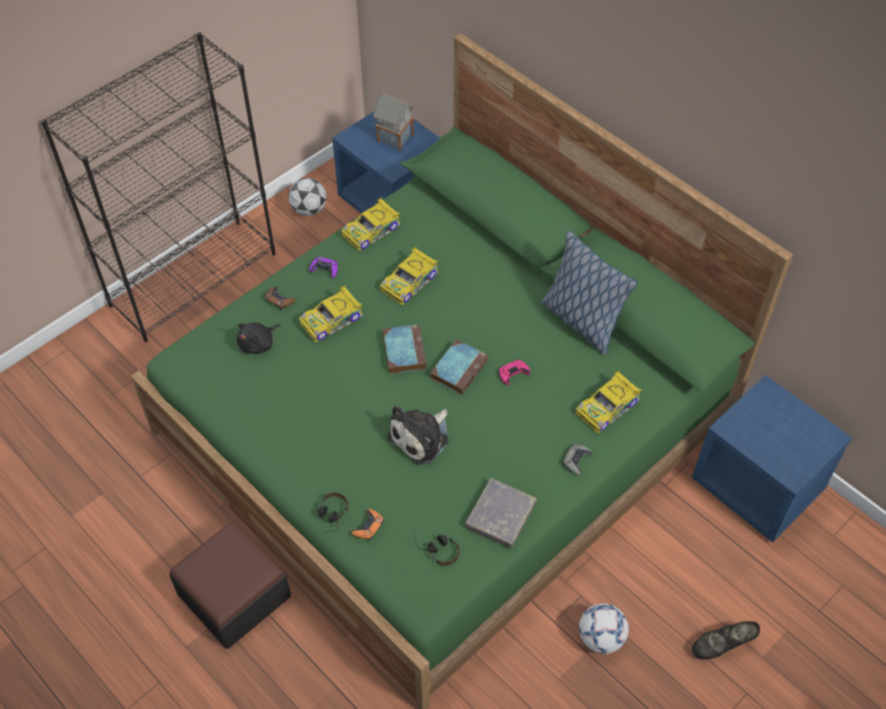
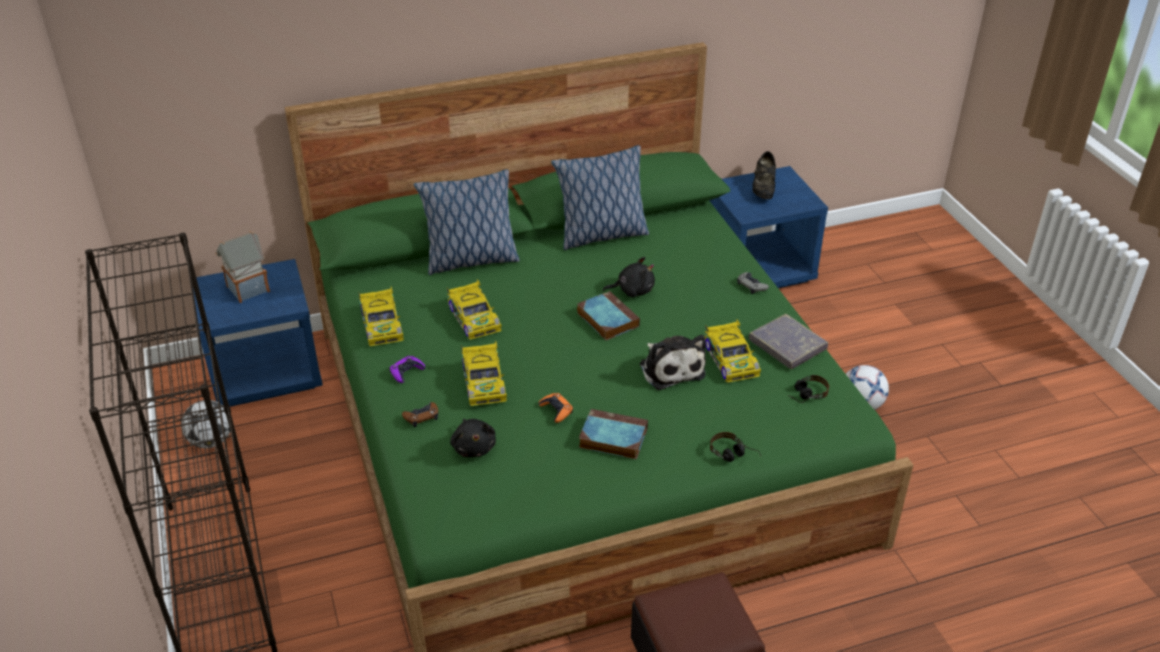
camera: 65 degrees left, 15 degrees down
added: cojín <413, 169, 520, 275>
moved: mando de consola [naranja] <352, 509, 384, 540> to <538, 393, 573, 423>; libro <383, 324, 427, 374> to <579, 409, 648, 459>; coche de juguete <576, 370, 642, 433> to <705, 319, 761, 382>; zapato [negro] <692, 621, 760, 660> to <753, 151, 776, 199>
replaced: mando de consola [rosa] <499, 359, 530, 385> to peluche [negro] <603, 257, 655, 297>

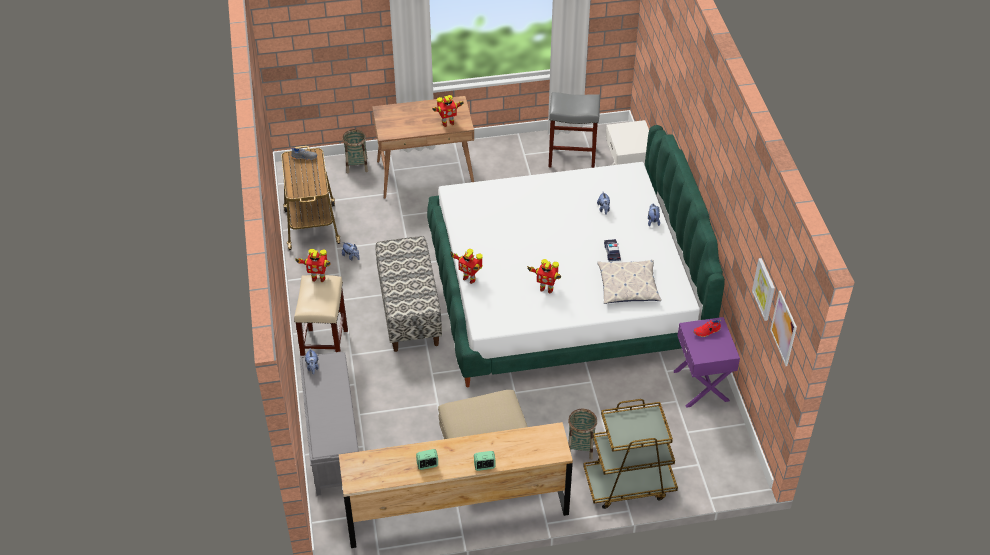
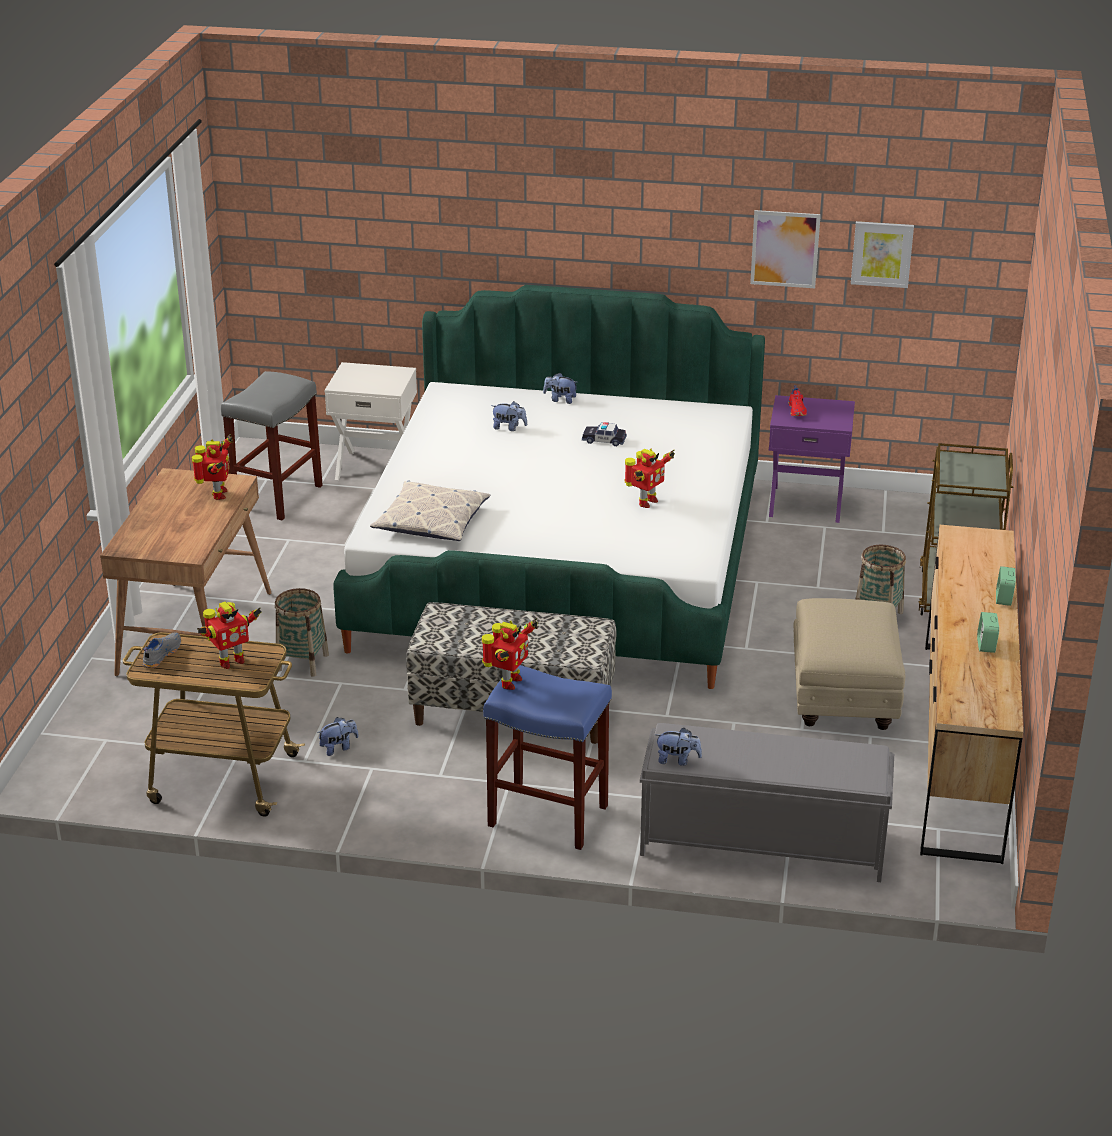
camera: 70 degrees left, 15 degrees down
moved: cesta <342, 129, 368, 173> to <275, 588, 329, 677>; robot de juguete <450, 249, 483, 284> to <197, 602, 261, 669>; cojín <597, 260, 661, 304> to <370, 480, 490, 541>; cuadro <770, 291, 797, 366> to <750, 210, 821, 288>
recoloured: taburete [beis] <294, 275, 348, 356> to taburete [azul] <483, 665, 612, 850>

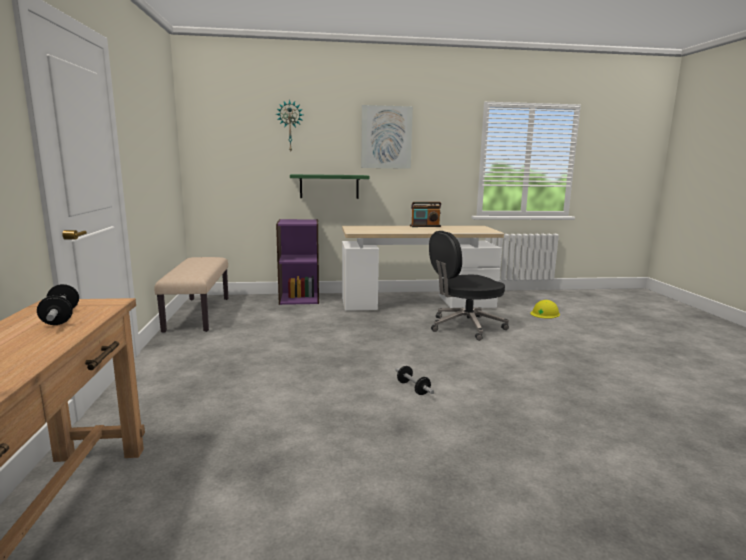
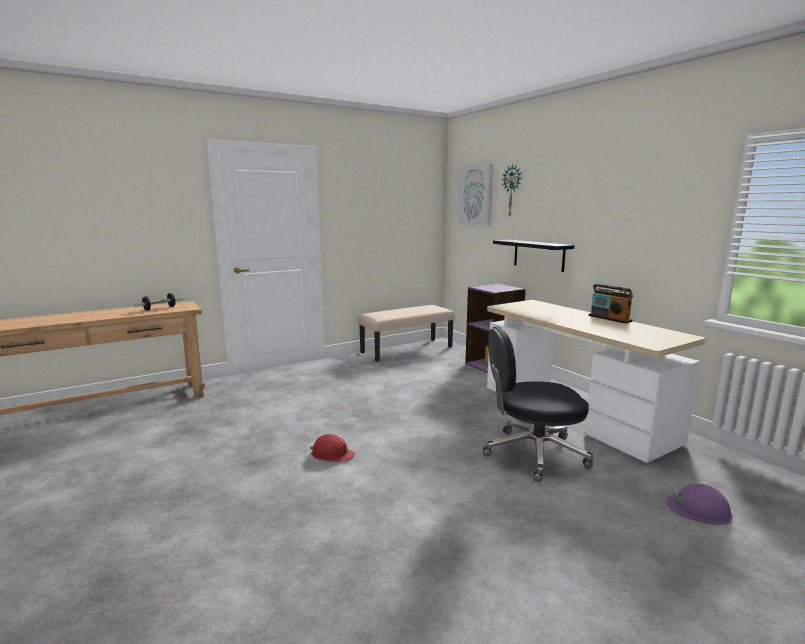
camera: 65 degrees right, 0 degrees up
moved: cuadro <361, 105, 413, 169> to <457, 163, 493, 226>
replaced: mancuerna <395, 366, 434, 395> to casco [rojo] <310, 434, 355, 462>
recoloured: estante [verde] <290, 174, 370, 199> to estante [negro] <493, 240, 575, 272>; casco [amarillo] <530, 300, 560, 319> to casco [morado] <666, 484, 733, 525>
turned: silla de oficina [negro] <429, 231, 509, 341> = <483, 326, 593, 482> 45 degrees counterclockwise

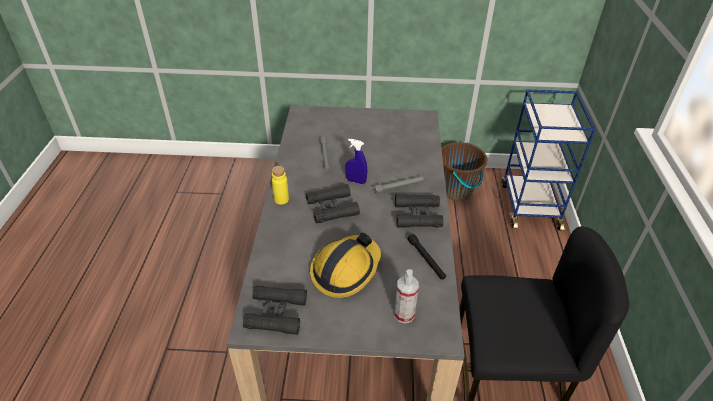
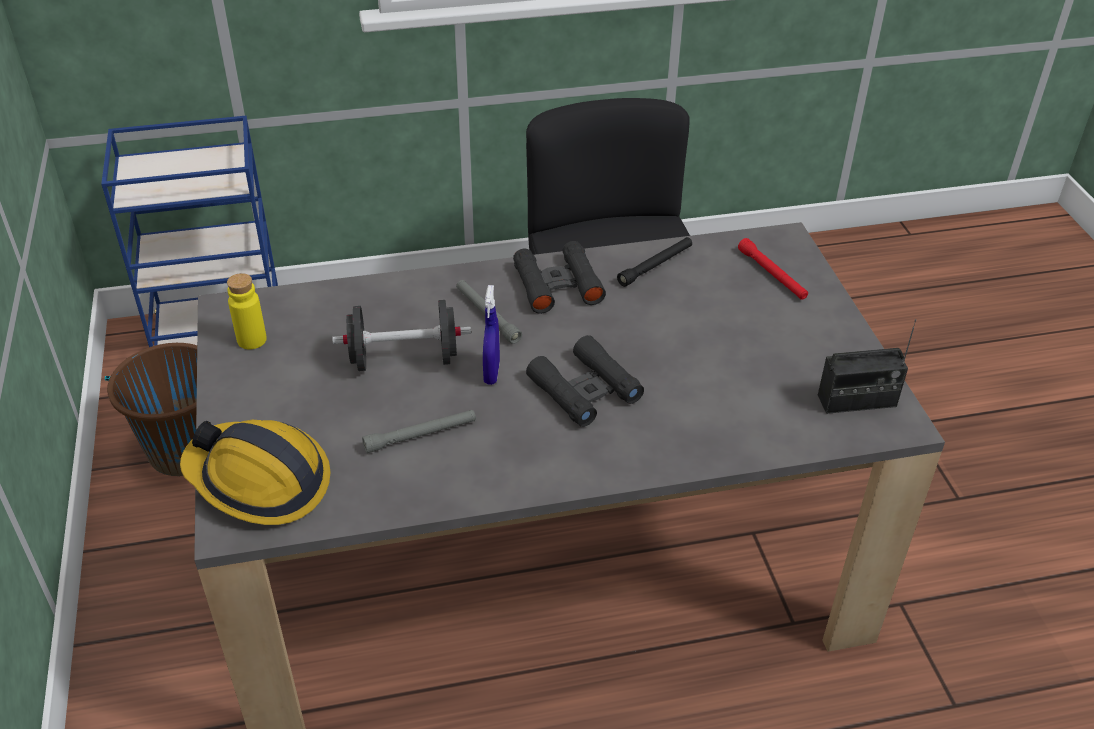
camera: 105 degrees left, 0 degrees up
added: mancuerna [negro] <332, 300, 471, 371>
moved: botella [amarillo] <272, 166, 289, 205> to <227, 273, 267, 349>; casco <310, 233, 381, 298> to <180, 420, 331, 525>
replaced: prismáticos [negro] <243, 285, 307, 335> to radio <818, 319, 916, 414>; pulverizador <395, 269, 419, 324> to linterna [rojo] <738, 238, 808, 300>

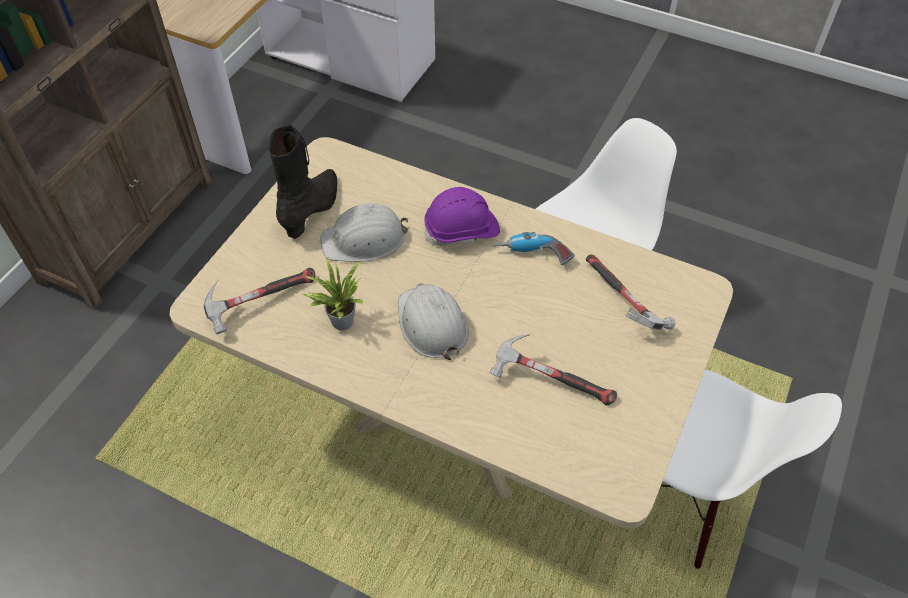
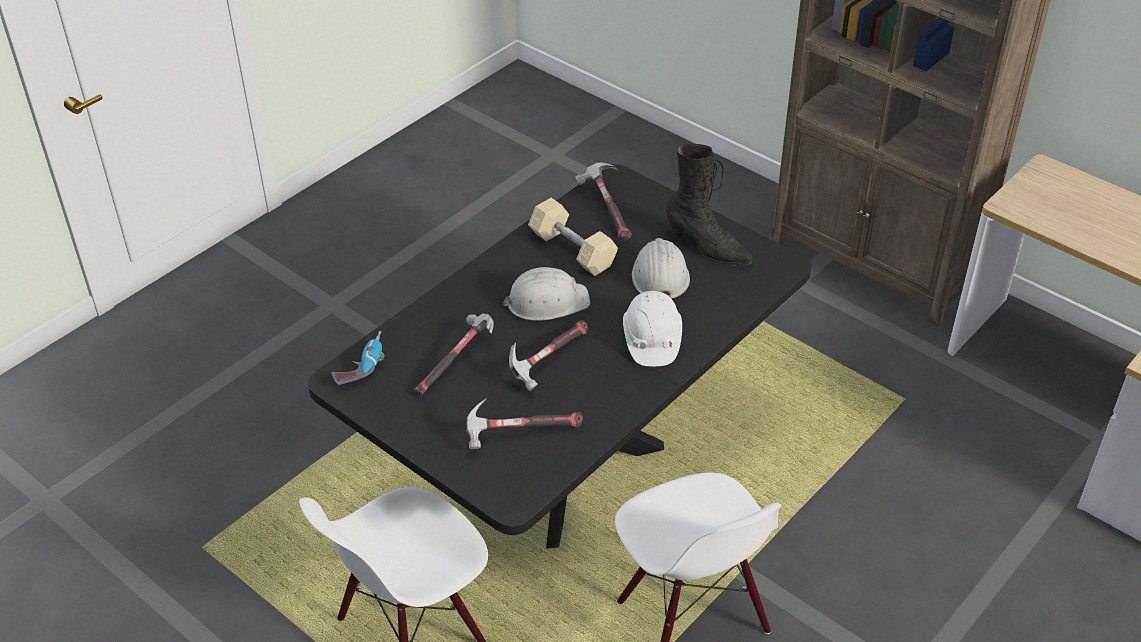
camera: 105 degrees right, 10 degrees down
added: martillo <509, 320, 588, 391>
moved: taladro <493, 232, 575, 265> to <331, 331, 385, 385>
replaced: planta en maceta <303, 258, 364, 330> to mancuerna [beis] <528, 198, 618, 276>
recoloured: mesa de comedor [beis] <169, 137, 733, 529> to mesa de comedor [negro] <307, 164, 811, 549>; casco [morado] <424, 187, 500, 246> to casco [blanco] <623, 291, 682, 366>

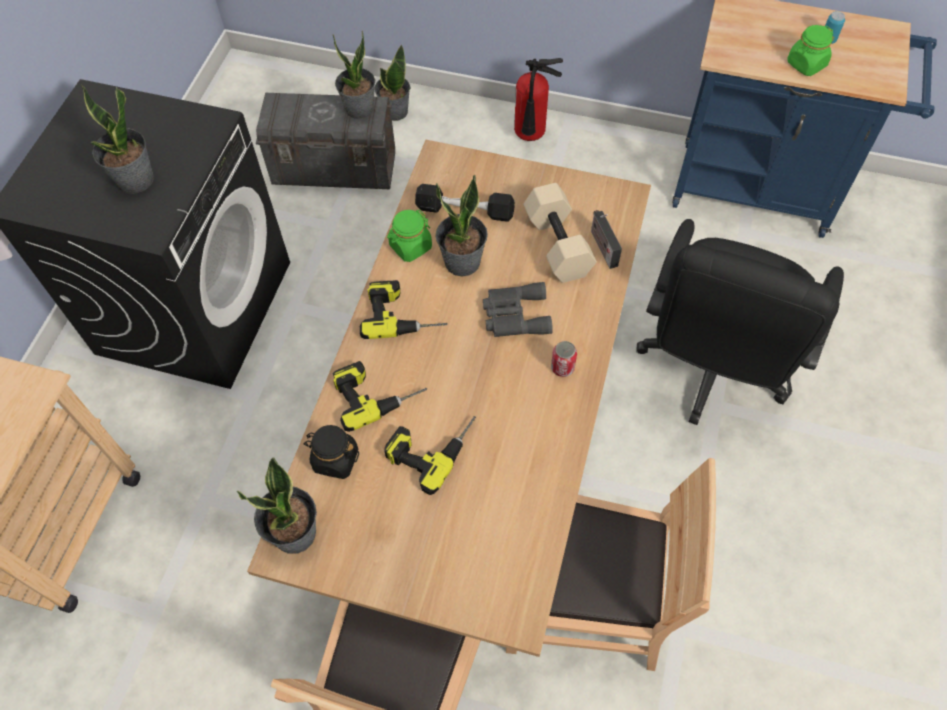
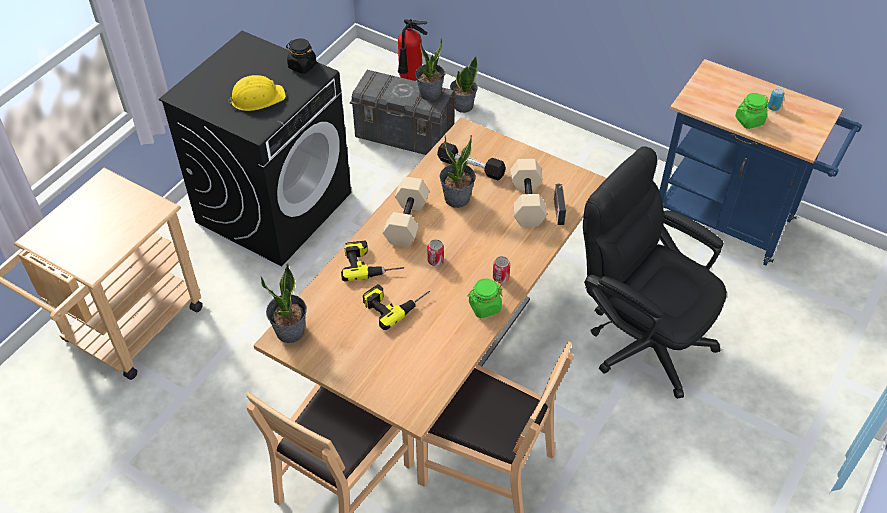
camera: 15 degrees right, 10 degrees down
removed: prismáticos [gris] <483, 282, 553, 337>
added: lata <427, 239, 444, 266>
moved: tarro [negro] <304, 425, 359, 479> to <286, 38, 317, 74>; tarro [verde] <387, 210, 432, 262> to <468, 278, 503, 318>; extintor <514, 58, 563, 141> to <398, 19, 428, 81>
replaced: planta en maceta <81, 85, 154, 194> to casco [amarillo] <227, 75, 286, 111>; taladro <360, 280, 447, 339> to mancuerna [beis] <383, 177, 429, 247>
turned: silla de oficina [negro] <636, 219, 844, 425> = <583, 146, 727, 399> 90 degrees clockwise

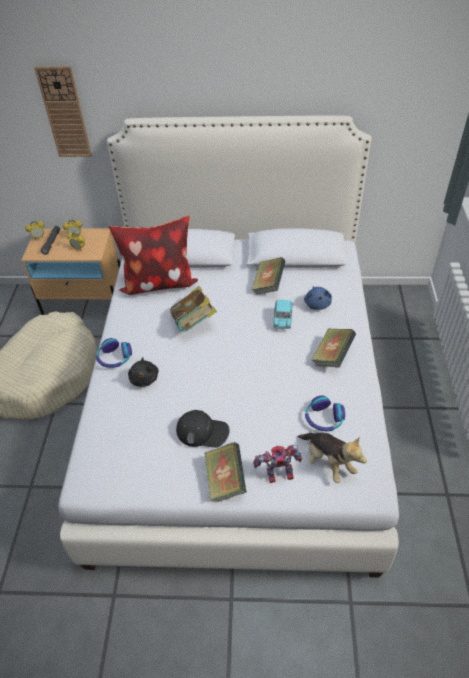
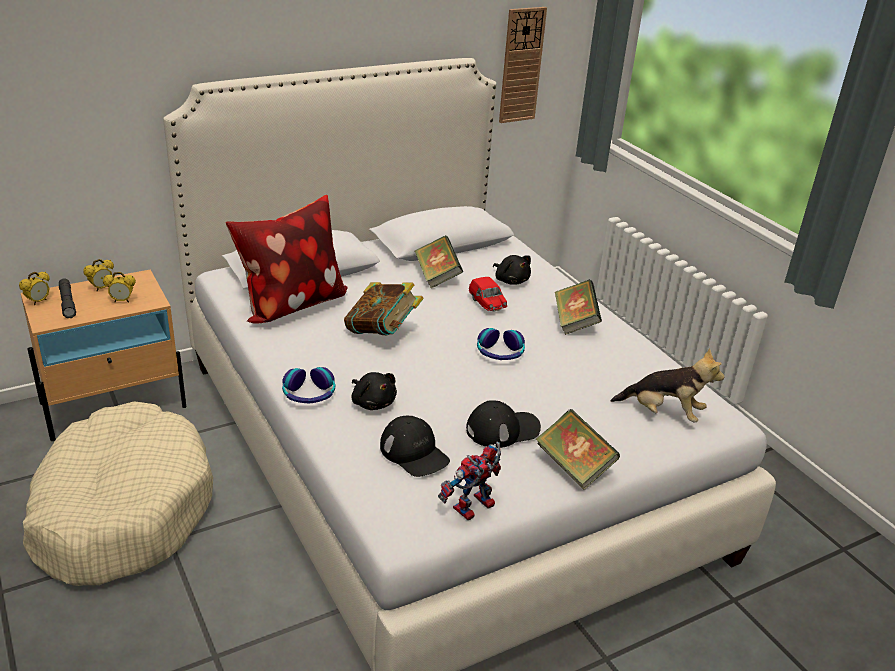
camera: 35 degrees left, 15 degrees down
added: gorra [negro] <380, 416, 450, 477>
moved: reloj de pared <34, 66, 92, 157> to <499, 7, 547, 123>; robot de juguete <253, 445, 302, 483> to <438, 442, 501, 520>; auriculares <305, 395, 345, 431> to <477, 328, 525, 360>
recoloured: coche de juguete [turquesa] <274, 300, 292, 330> to coche de juguete [rojo] <469, 277, 507, 312>; peluche [azul] <304, 286, 332, 310> to peluche [negro] <493, 255, 531, 285>

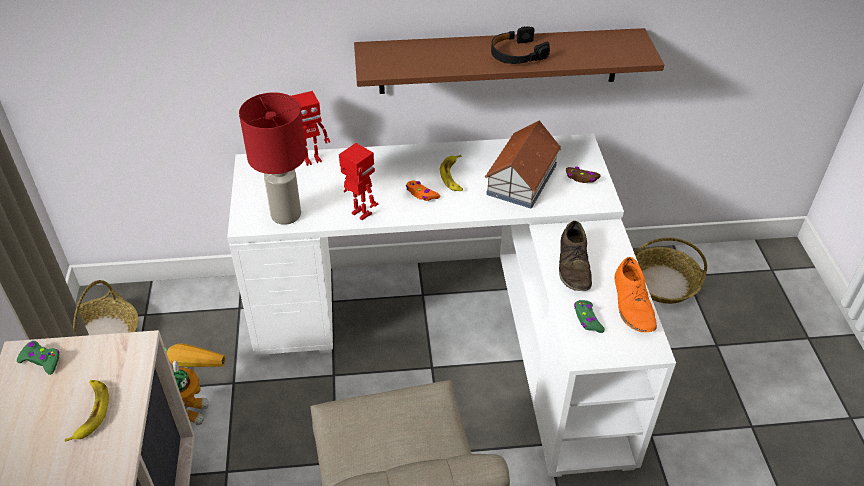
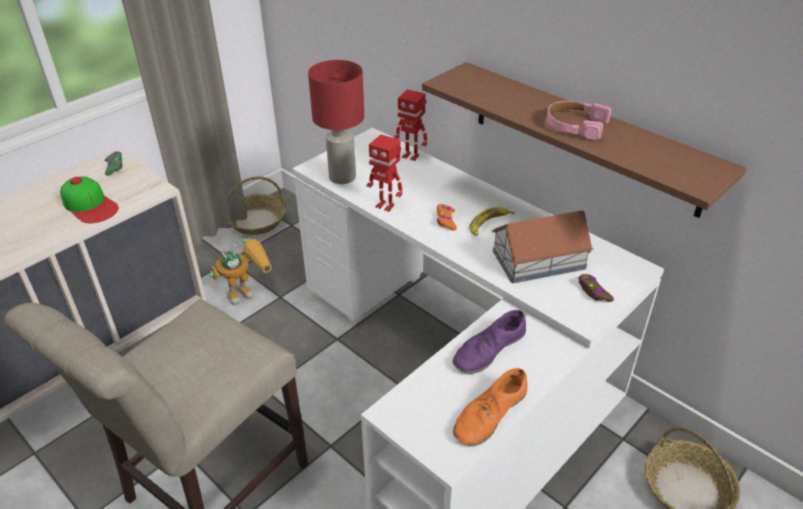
camera: 50 degrees right, 5 degrees down
removed: mando de consola [verde] <574, 300, 605, 333>
replaced: plátano <65, 380, 109, 442> to gorra <60, 176, 119, 223>
recoloured: auriculares [negro] <491, 26, 550, 64> to auriculares [rosa] <547, 101, 611, 140>; zapato [marrón] <559, 221, 592, 291> to zapato [morado] <452, 310, 526, 374>
turned: robot de juguete <339, 143, 378, 220> = <366, 134, 403, 212> 120 degrees clockwise

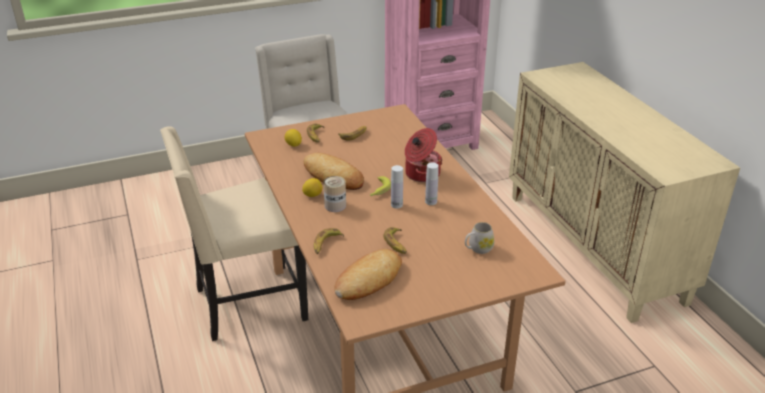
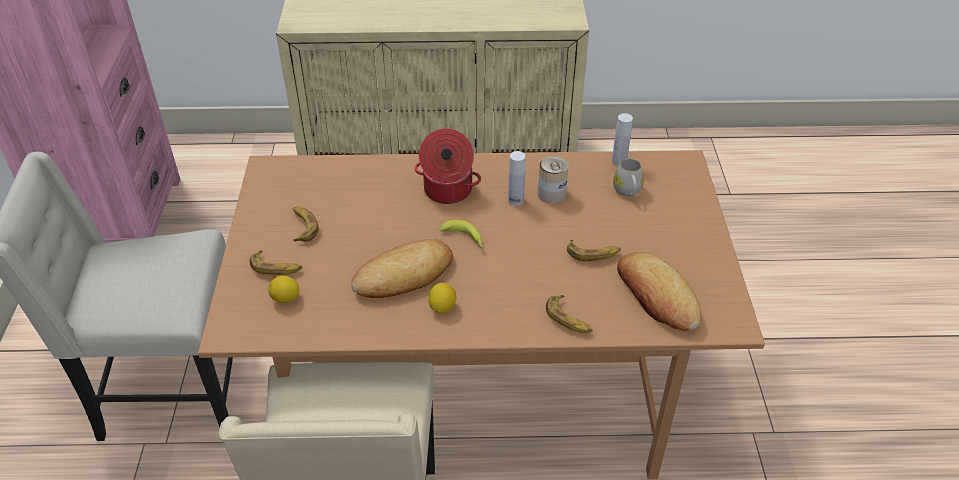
camera: 70 degrees left, 10 degrees up
moved: lata <323, 176, 346, 212> to <538, 156, 568, 204>; botella [blanco] <391, 165, 403, 208> to <612, 113, 633, 166>

